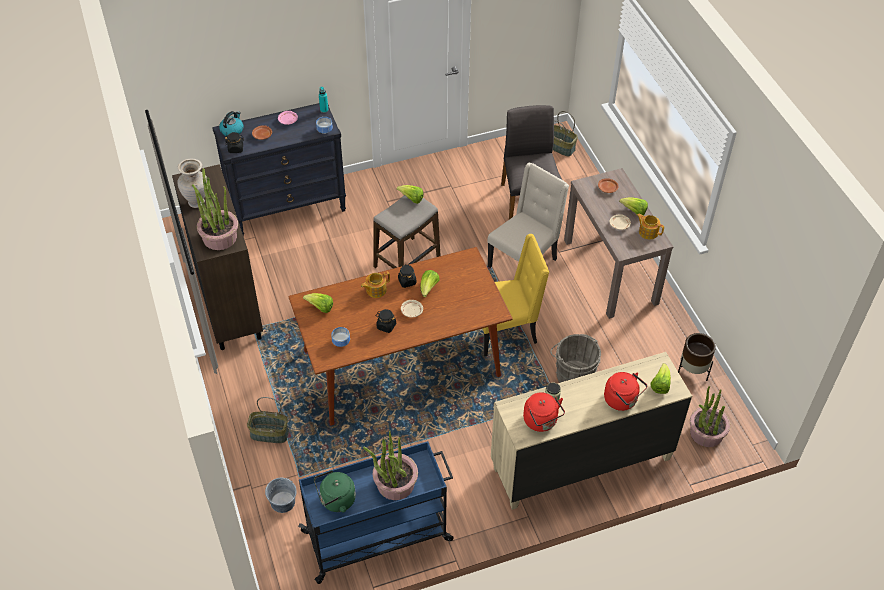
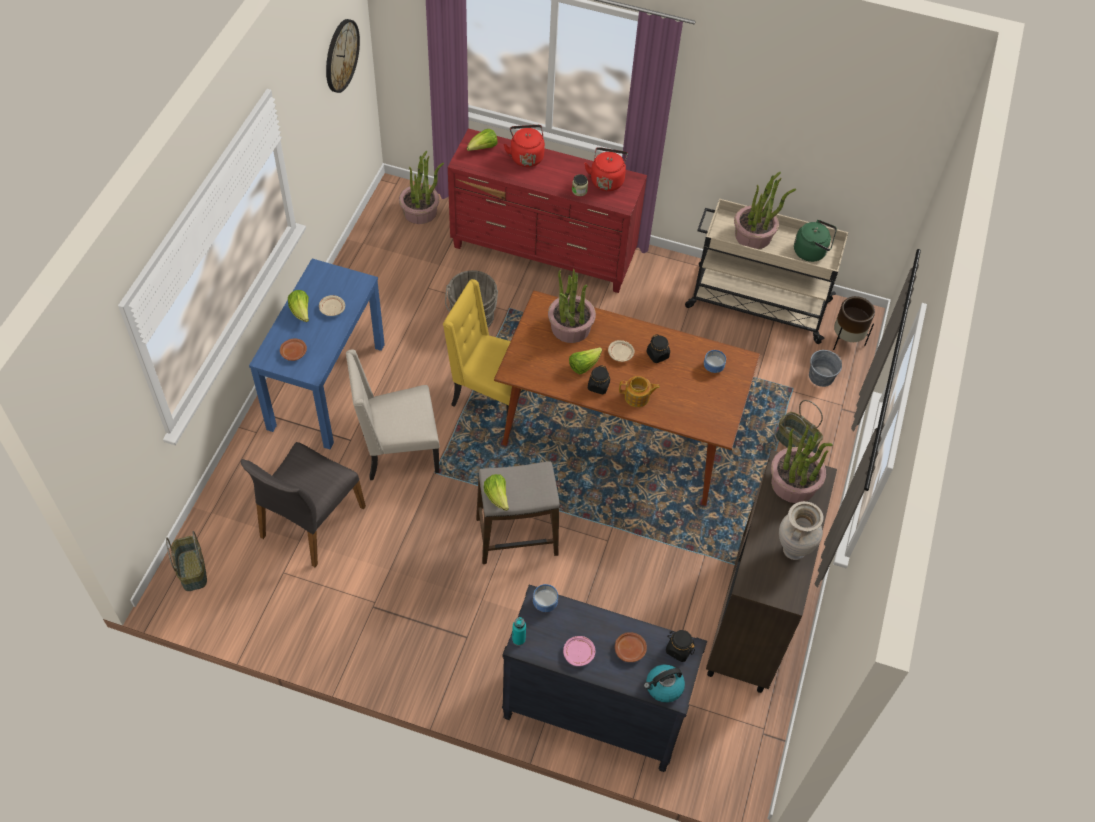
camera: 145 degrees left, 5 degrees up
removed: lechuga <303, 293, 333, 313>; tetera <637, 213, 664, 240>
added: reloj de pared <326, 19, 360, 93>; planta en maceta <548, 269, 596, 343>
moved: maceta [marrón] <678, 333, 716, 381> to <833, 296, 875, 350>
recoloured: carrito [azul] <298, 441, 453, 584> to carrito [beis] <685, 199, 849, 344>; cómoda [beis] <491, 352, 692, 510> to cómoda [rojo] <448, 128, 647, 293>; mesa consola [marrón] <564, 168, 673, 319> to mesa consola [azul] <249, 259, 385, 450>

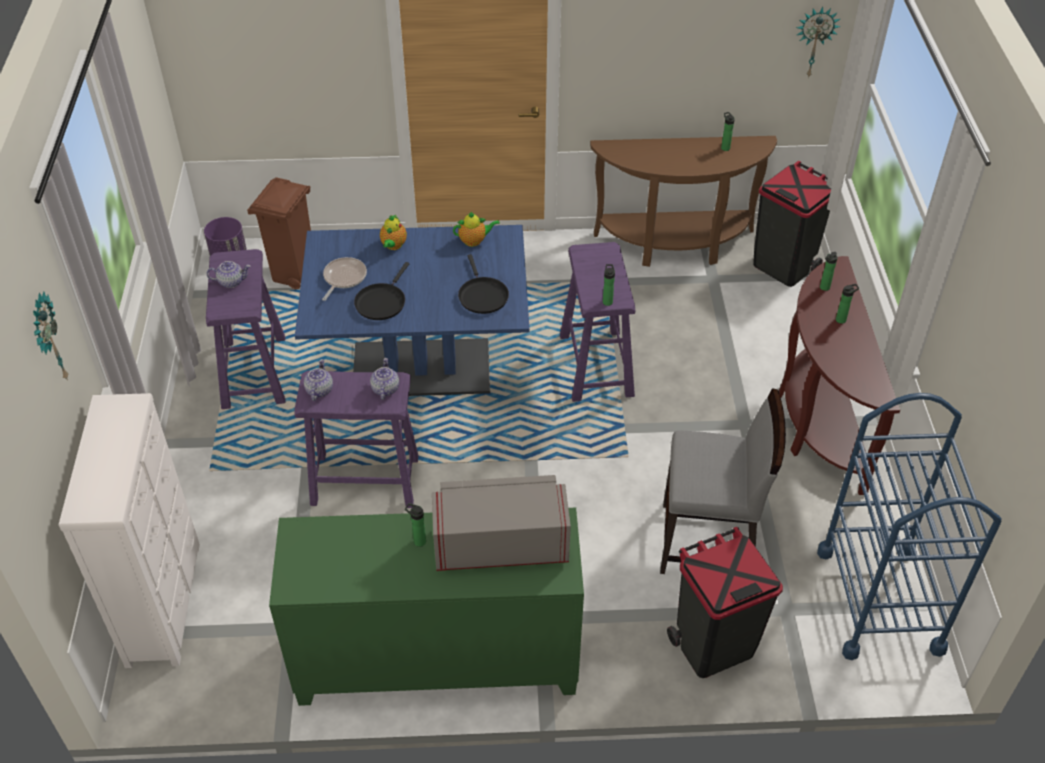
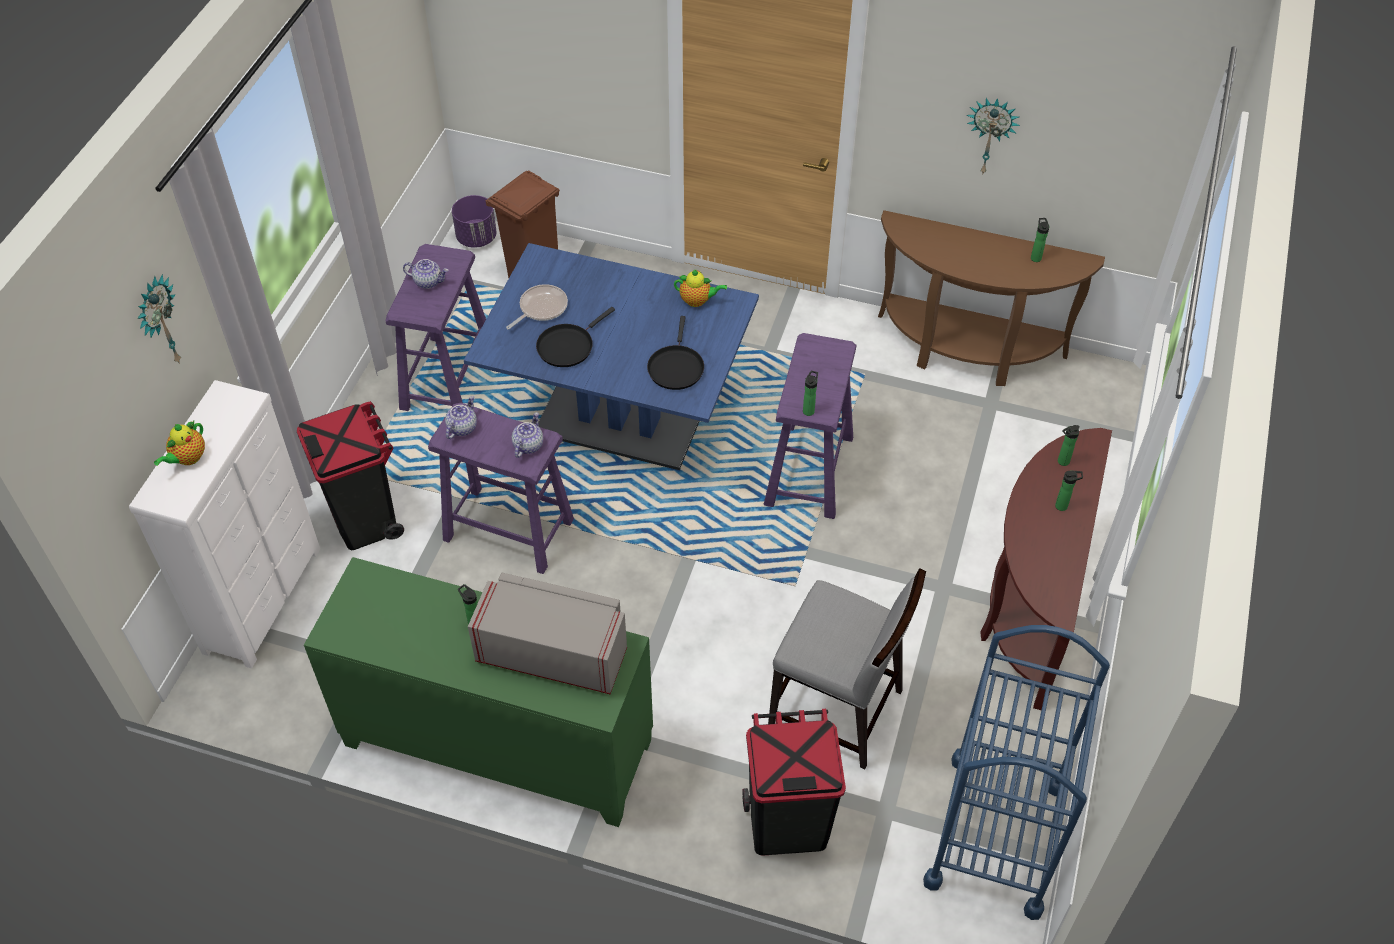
camera: 20 degrees right, 5 degrees up
moved: tetera <380, 214, 407, 250> to <154, 421, 205, 466>; papelera [negro] <753, 161, 831, 287> to <297, 401, 404, 550>; reloj de pared <796, 7, 841, 78> to <967, 98, 1020, 175>

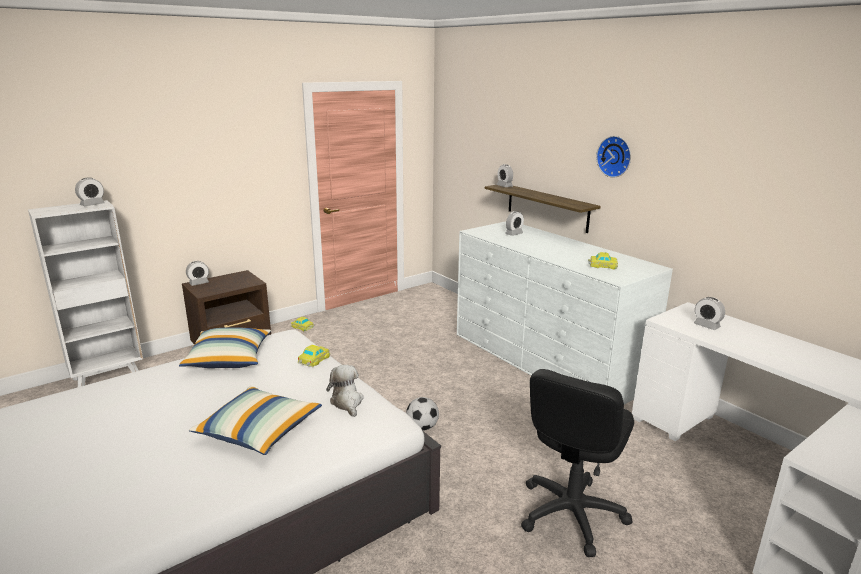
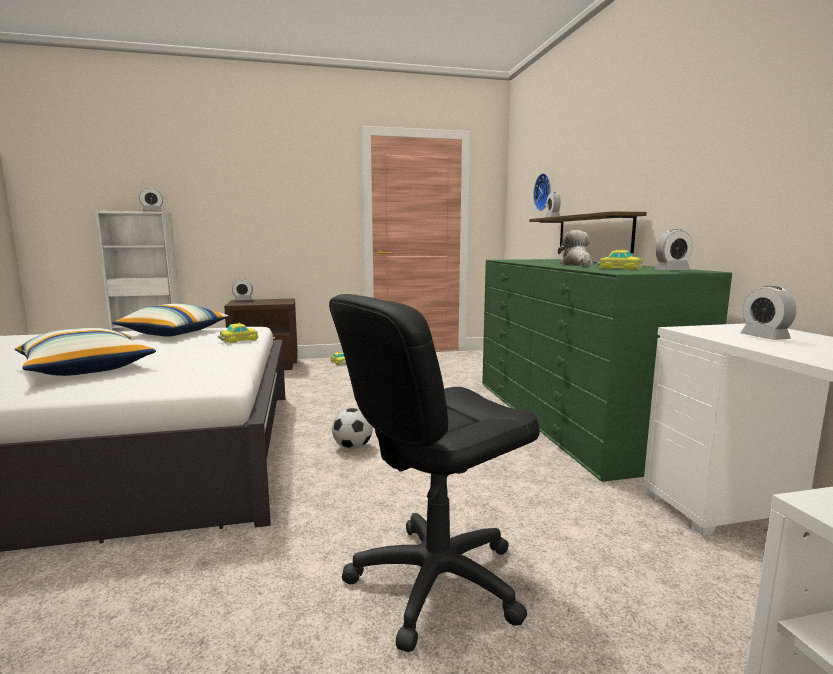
camera: 25 degrees right, 10 degrees down
moved: peluche <326, 365, 364, 417> to <558, 230, 593, 266>; despertador <505, 211, 524, 236> to <655, 229, 693, 270>; reloj de pared <596, 136, 631, 178> to <533, 173, 551, 211>
recoloured: cómoda [blanco] <457, 221, 673, 405> to cómoda [verde] <482, 259, 732, 482>

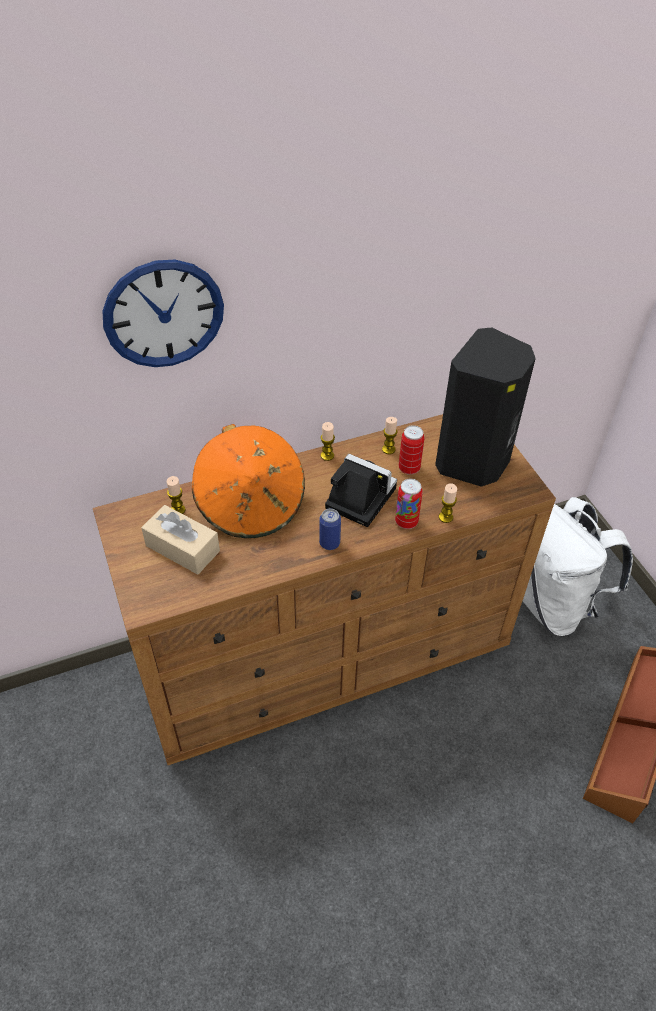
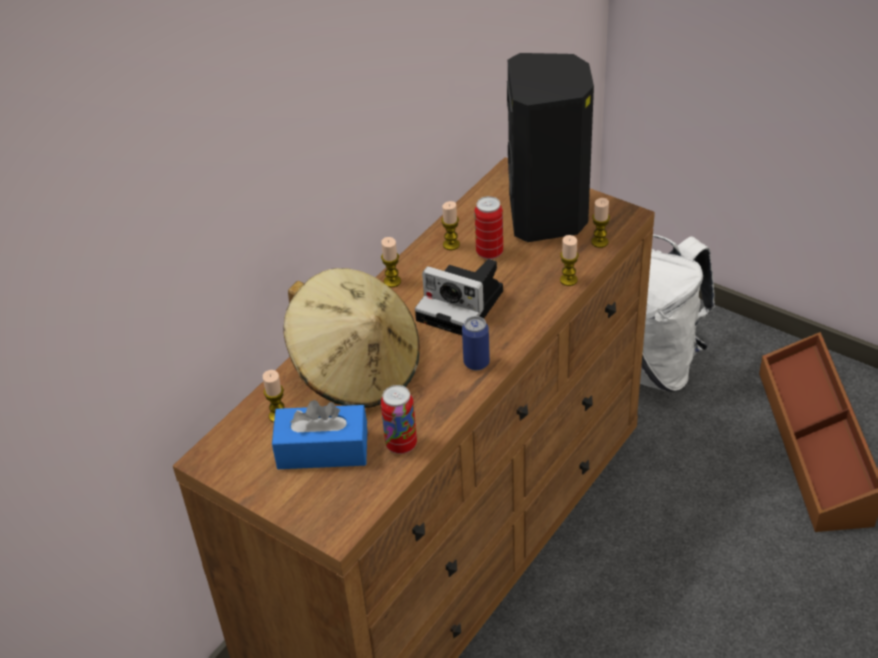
camera: 30 degrees left, 5 degrees down
removed: reloj de pared <103, 260, 224, 367>
added: vela <591, 198, 610, 248>
moved: lata <395, 479, 423, 529> to <381, 385, 417, 454>
recoloured: caja de pañuelos [beis] <141, 505, 220, 575> to caja de pañuelos [azul] <272, 400, 367, 469>; sombrero [naranja] <192, 424, 305, 538> to sombrero [beis] <283, 268, 420, 408>
turned: cámara <325, 454, 397, 527> = <415, 259, 503, 335> 150 degrees counterclockwise

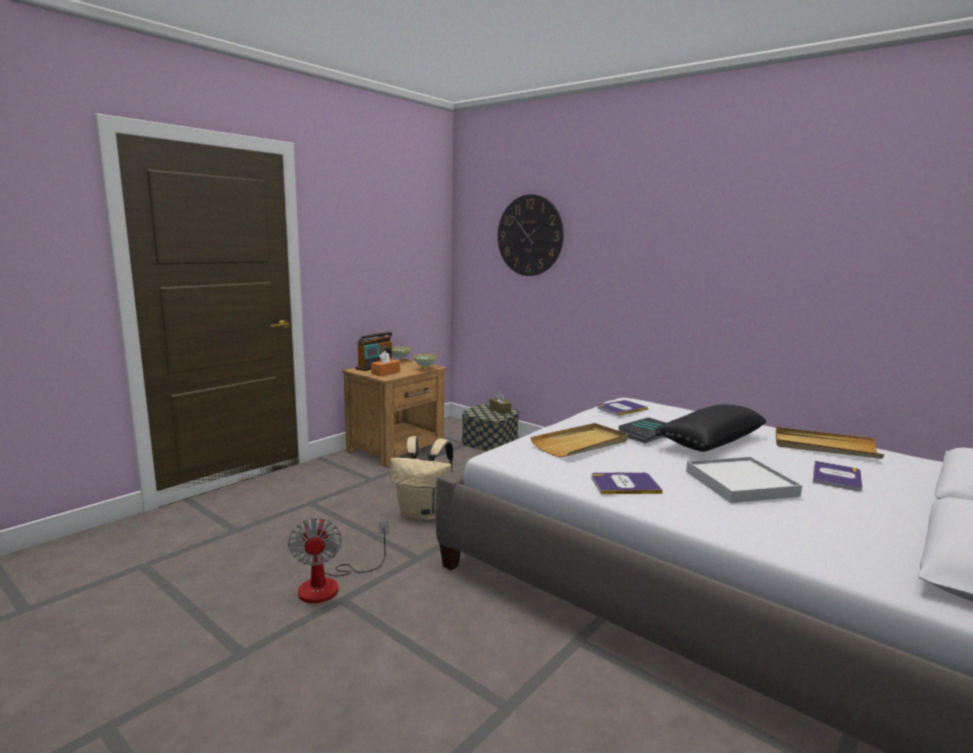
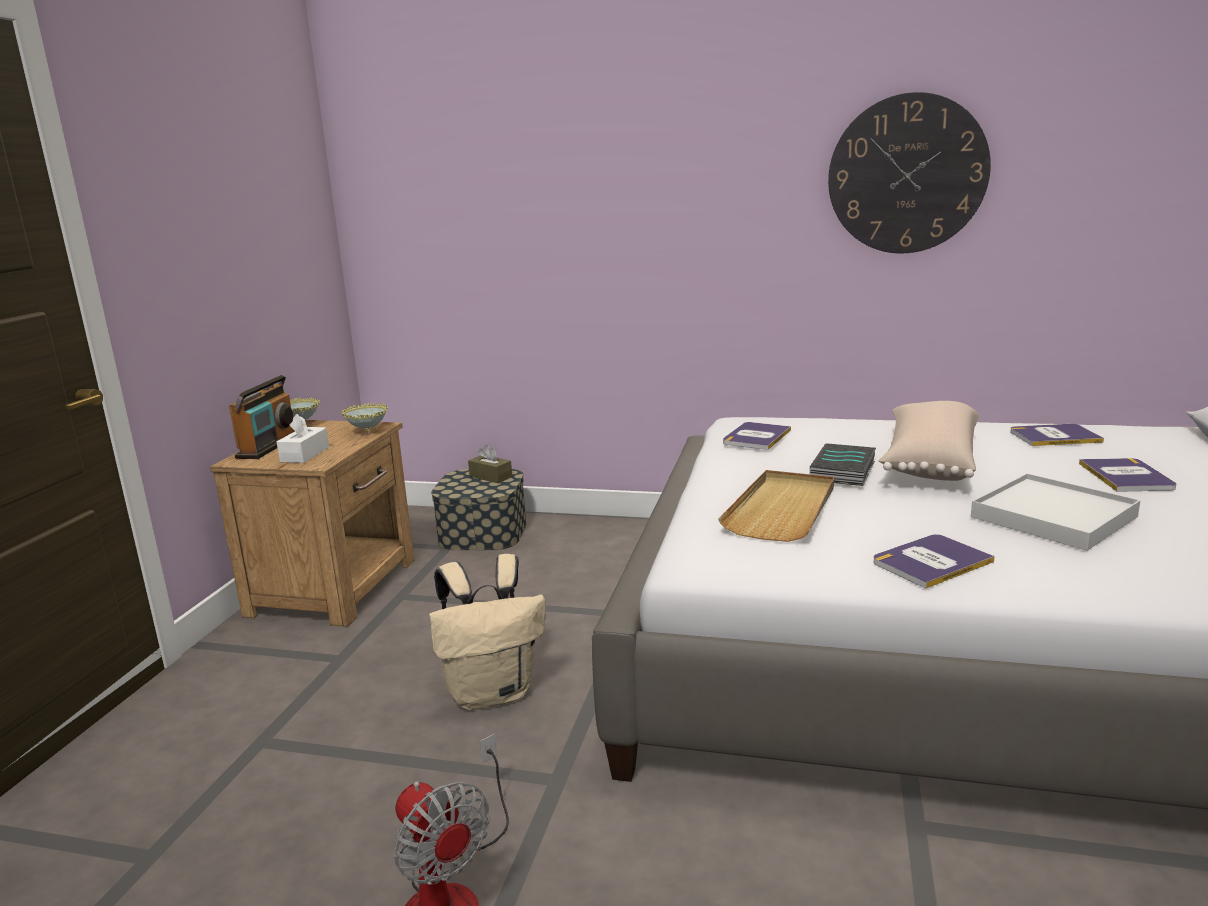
camera: 25 degrees left, 5 degrees up
moved: reloj de pared <498, 194, 564, 276> to <828, 92, 991, 253>
replaced: bandeja [beis] <776, 427, 884, 459> to libro <1010, 424, 1104, 446>
recoloured: caja de pañuelos [naranja] <371, 351, 400, 376> to caja de pañuelos [blanco] <277, 414, 329, 463>; cojín [negro] <655, 405, 766, 452> to cojín [beis] <878, 401, 979, 481>

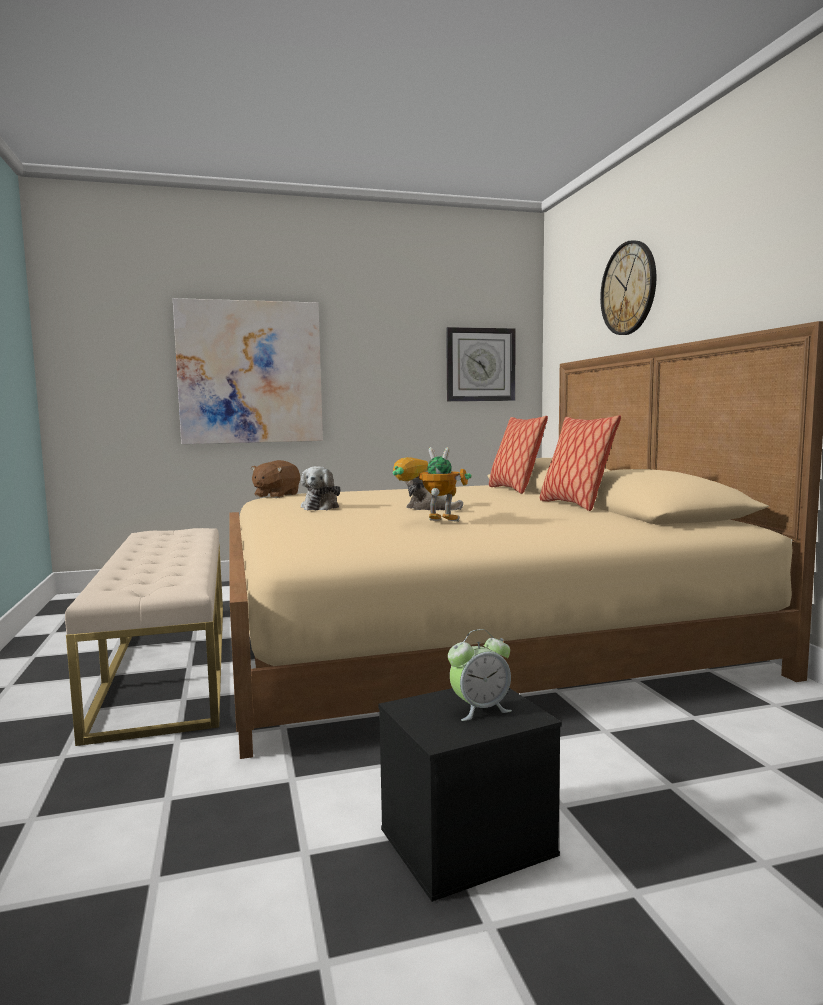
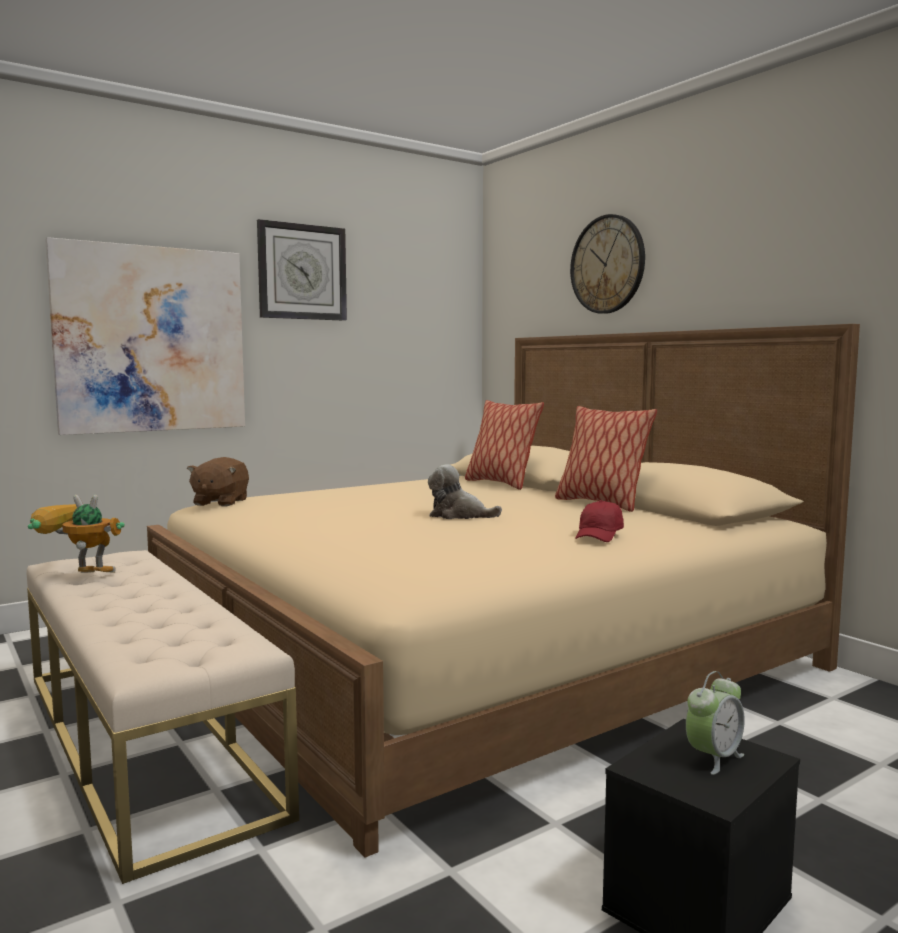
camera: 20 degrees left, 0 degrees up
removed: peluche <301, 466, 341, 510>
added: gorra [rojo] <575, 500, 624, 542>
moved: robot de juguete <393, 447, 472, 522> to <28, 495, 125, 573>; reloj de pared <446, 327, 516, 401> to <257, 219, 347, 321>

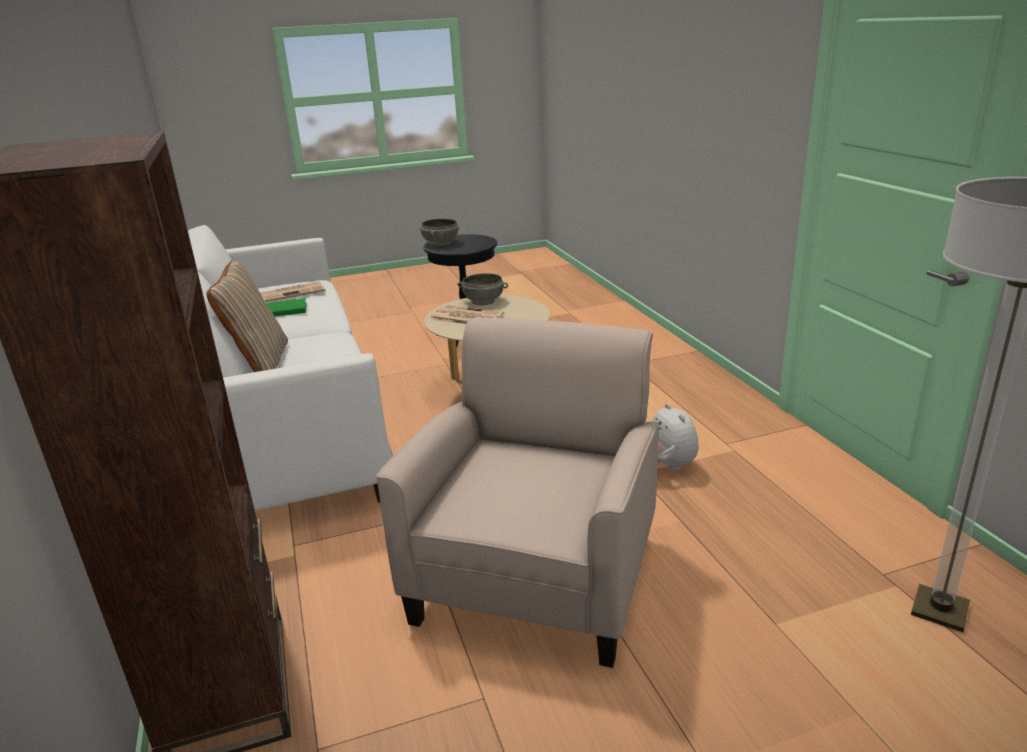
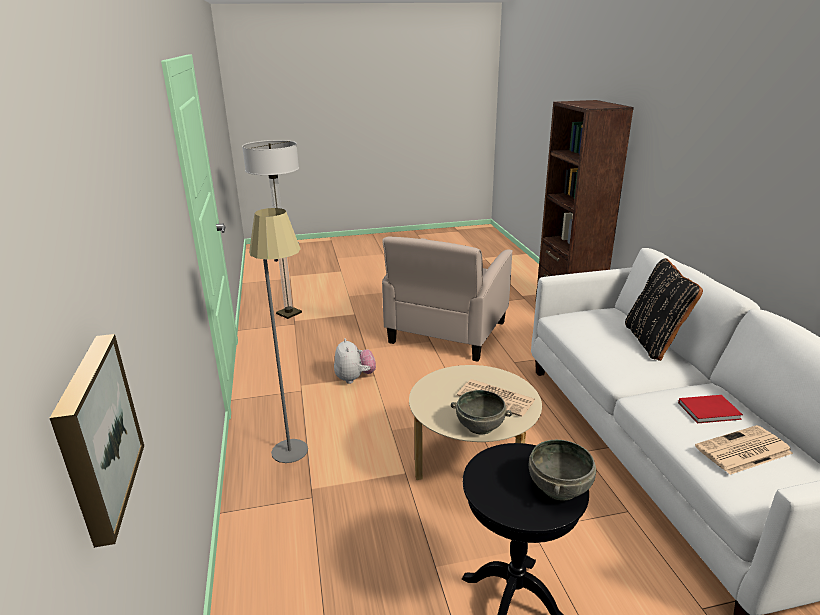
camera: 175 degrees left, 0 degrees up
added: cuadro <50, 334, 144, 548>; lámpara de pie [gris] <249, 208, 308, 463>
recoloured: cojín [beis] <207, 260, 288, 372> to cojín [negro] <625, 258, 703, 361>; libro [verde] <266, 298, 306, 316> to libro [rojo] <678, 395, 743, 423>

